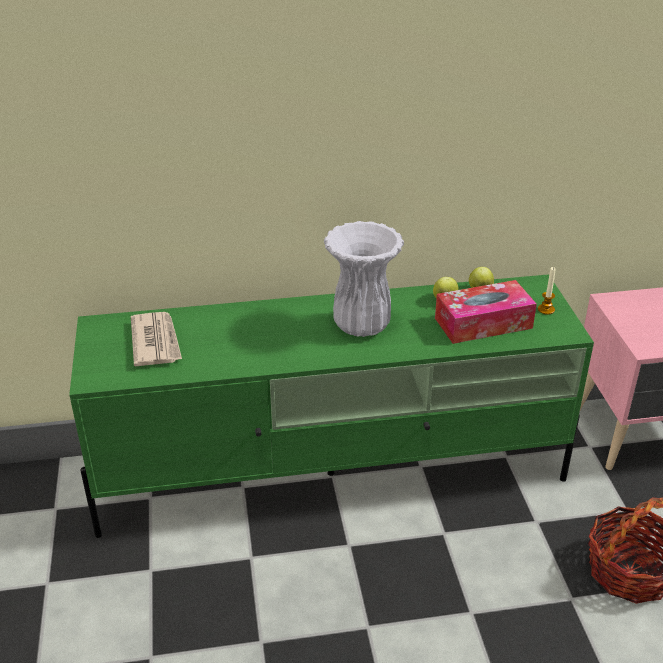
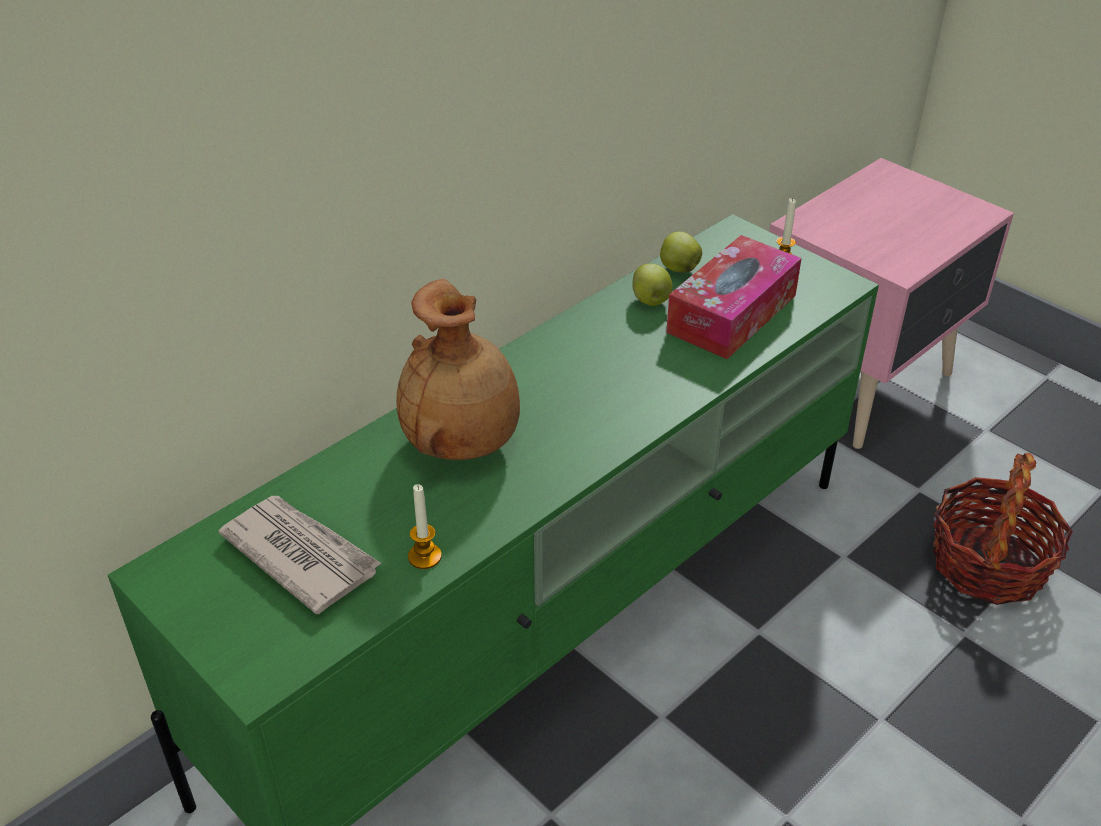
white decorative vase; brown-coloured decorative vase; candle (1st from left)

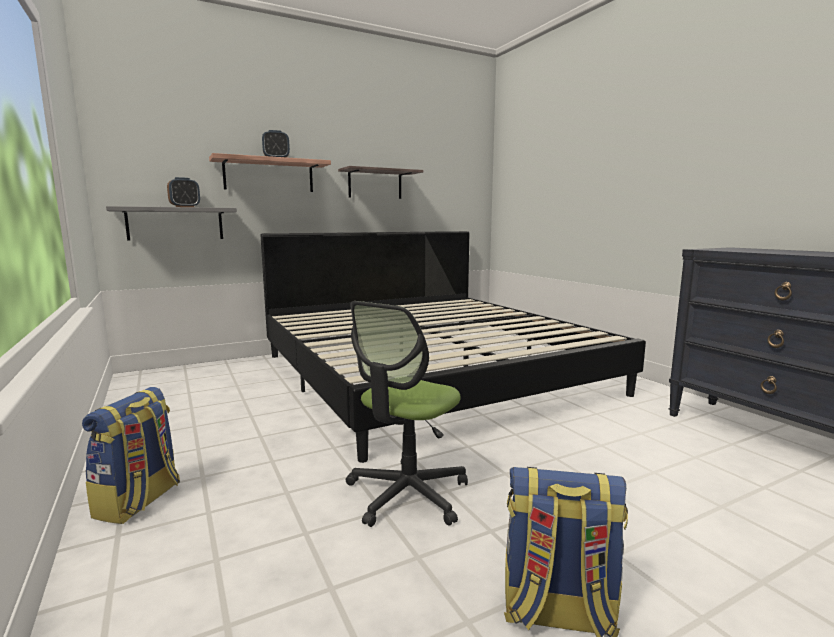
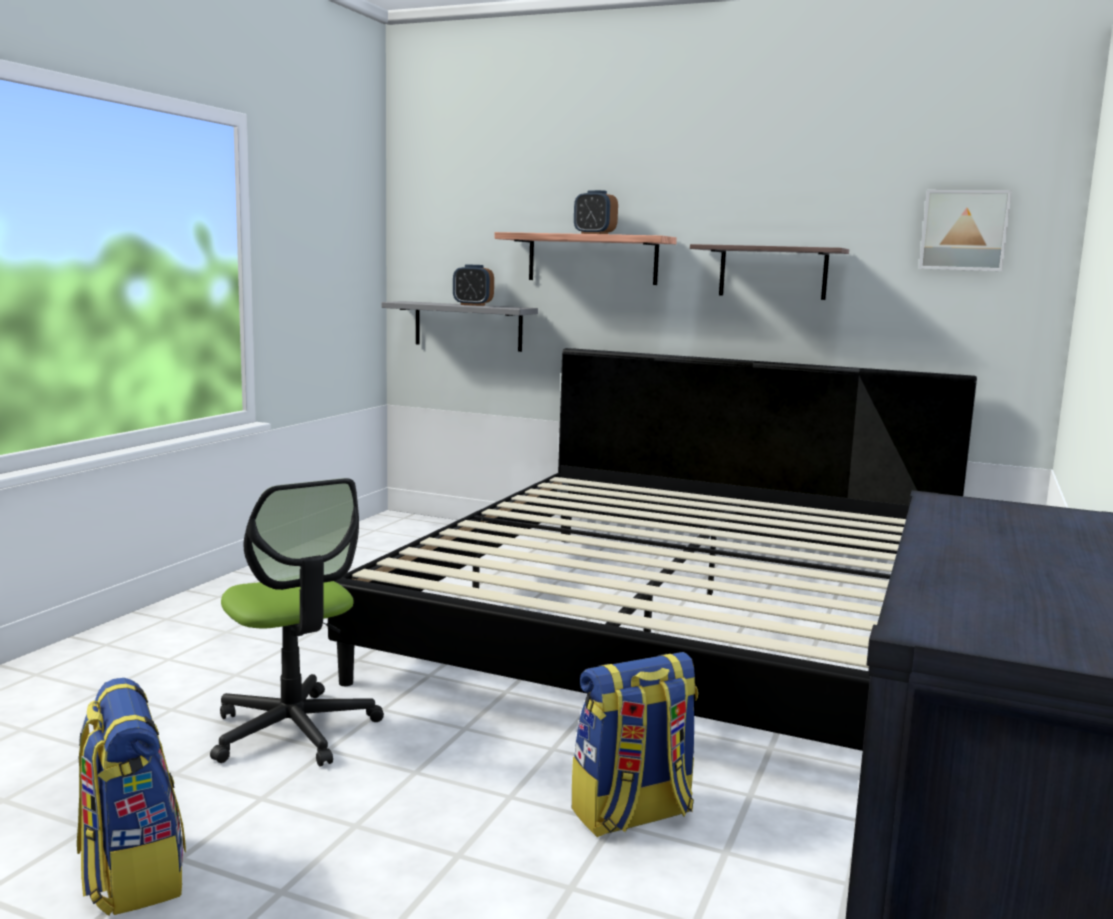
knapsack (2nd from left); computer chair; picture

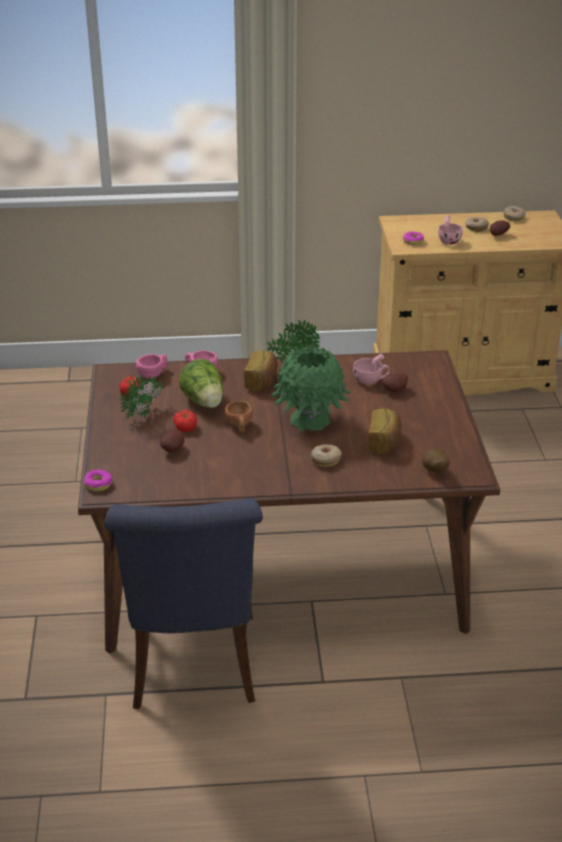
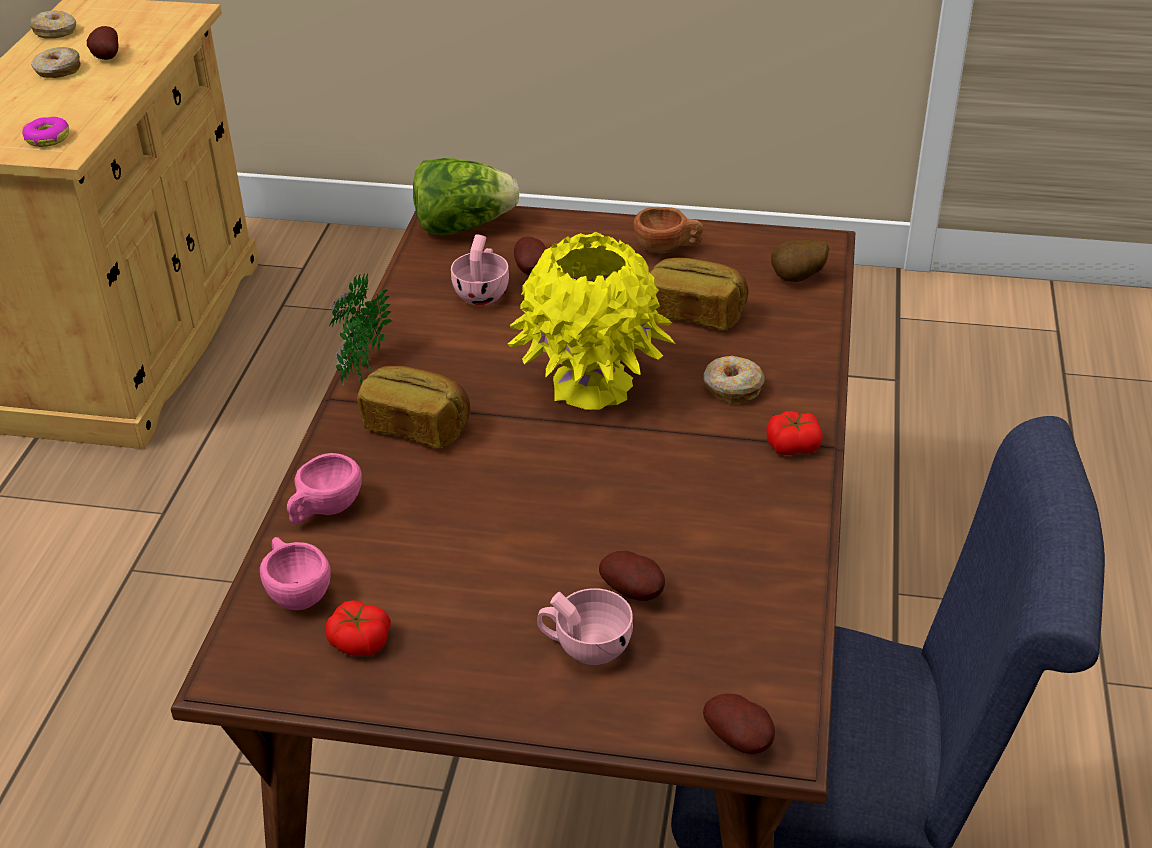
spud (4th from left); potted plant (1st from left in the first image); tomato (2nd from left); lettuce; brown-coloured cup; yellow-coloured decorative vase; pink cup (4th from left)

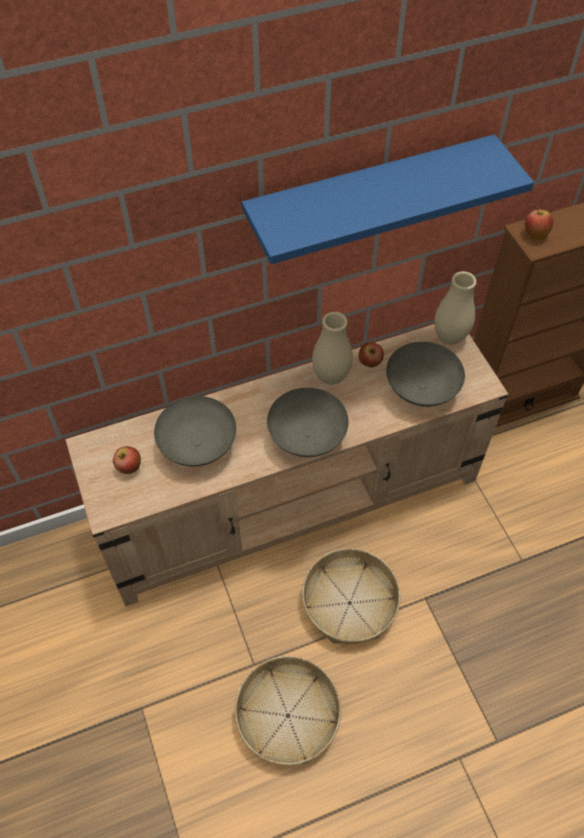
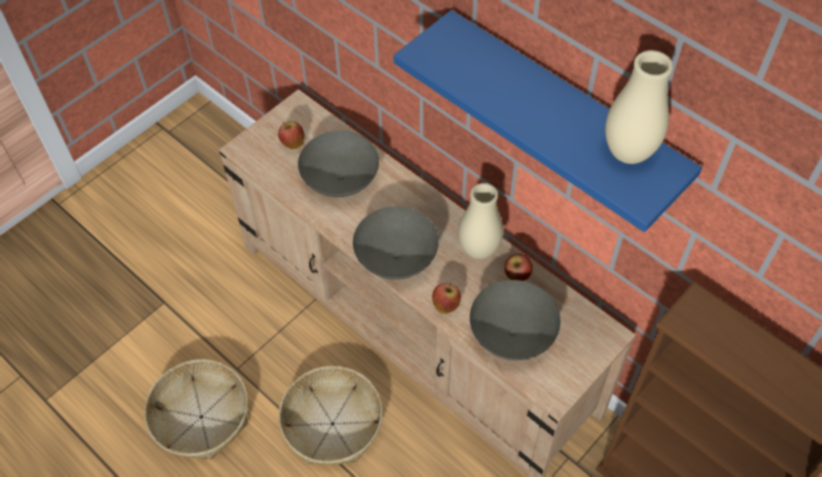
sand-coloured decorative vase (2nd from left); apple fruit (2nd from left)

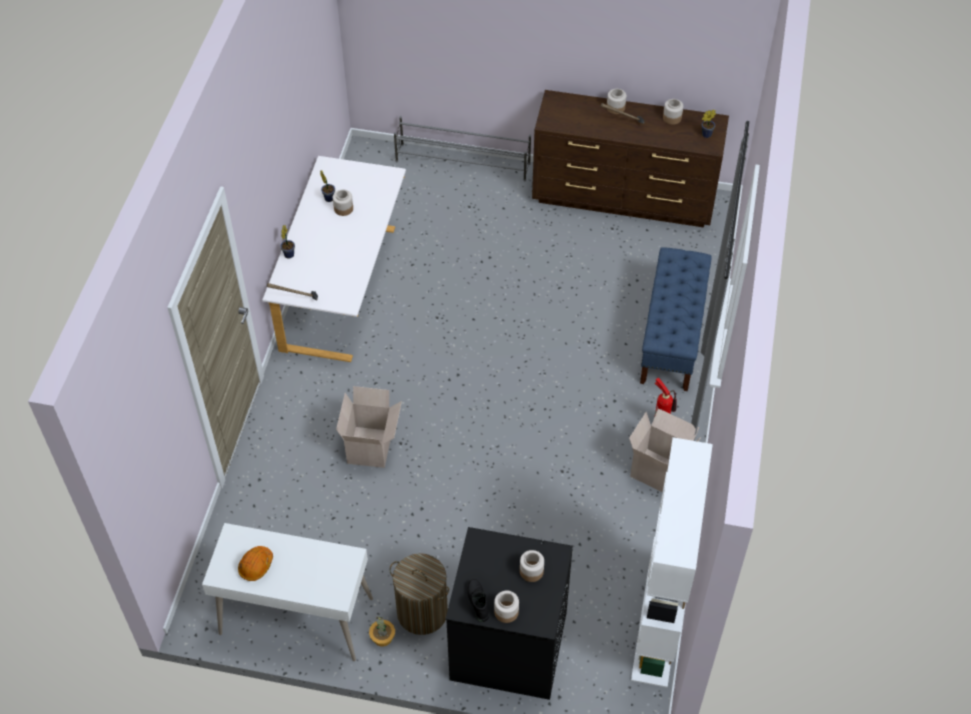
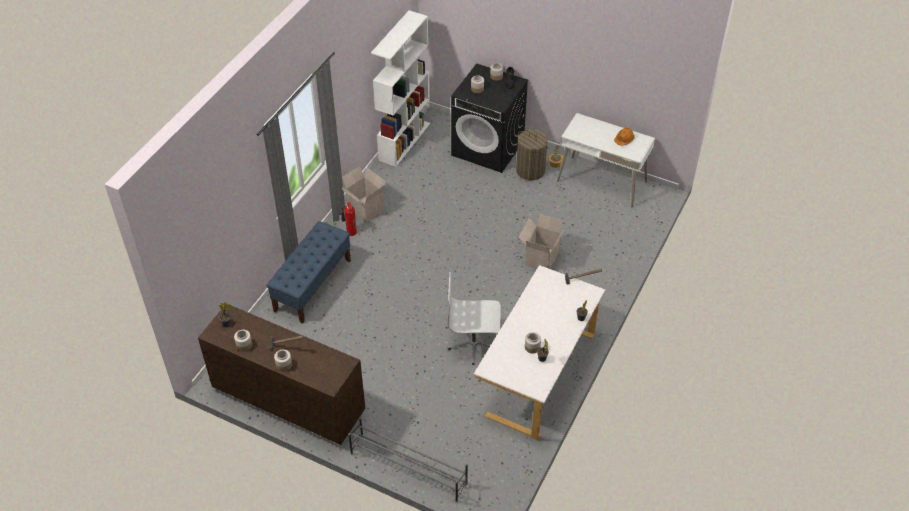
white computer chair

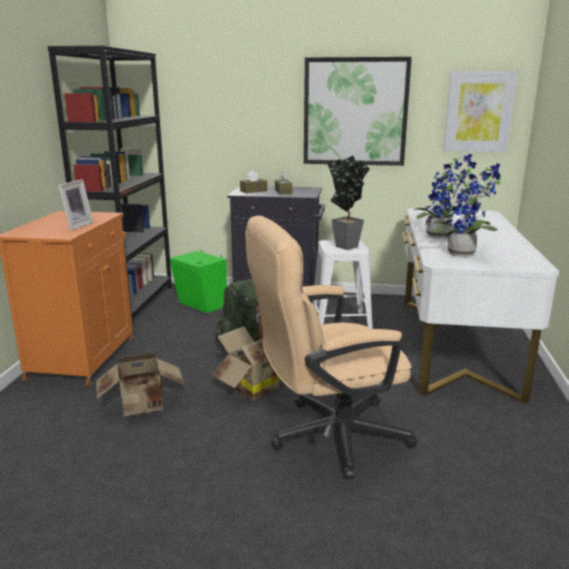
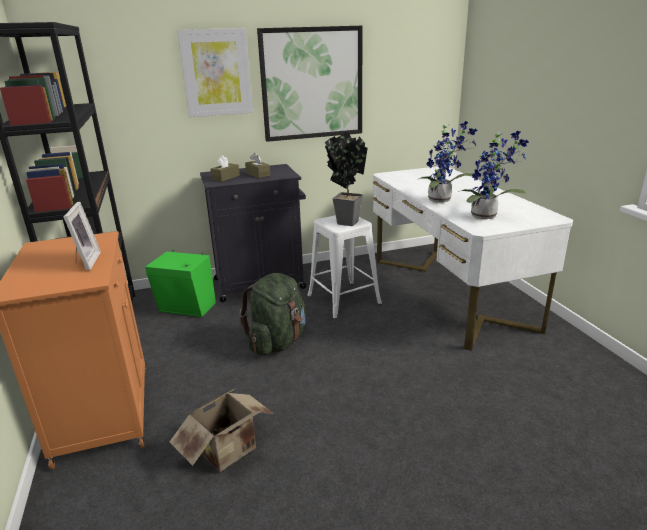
carton (2nd from left in the first image); sand-coloured computer chair; picture (1st from left)

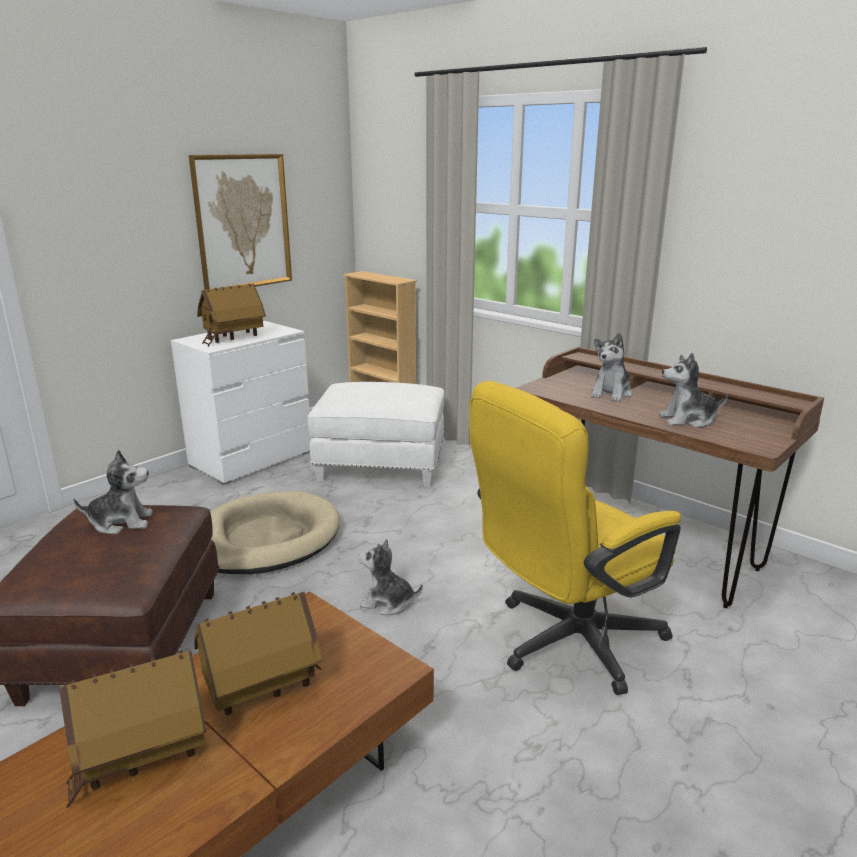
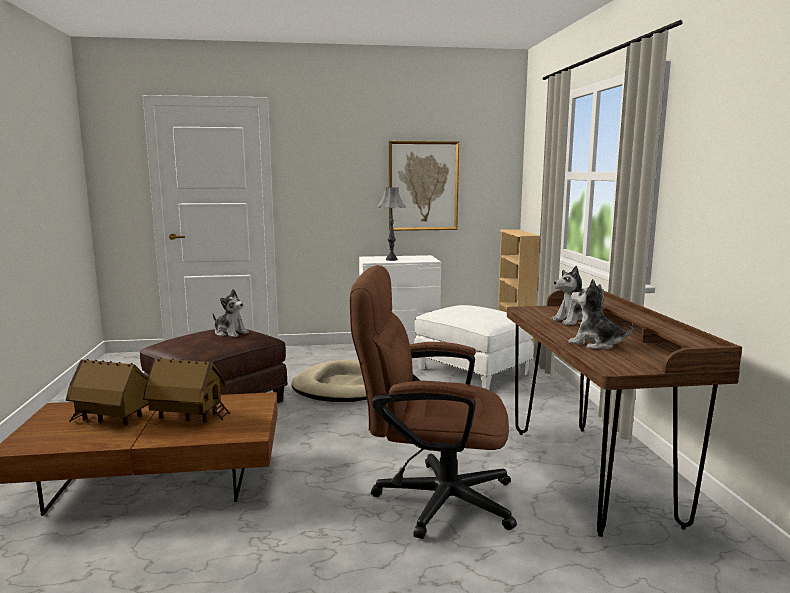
greyish table lamp; plush toy (2nd from left in the first image); brown-coloured computer chair

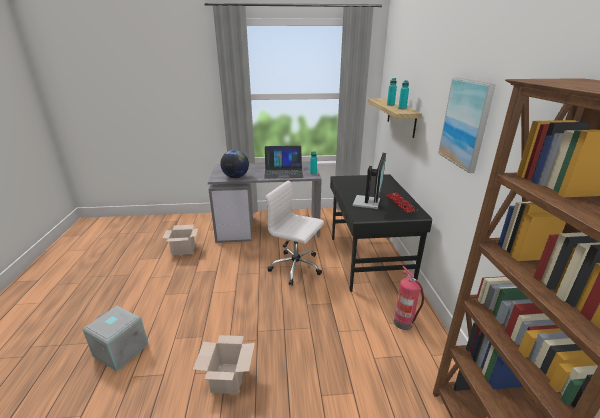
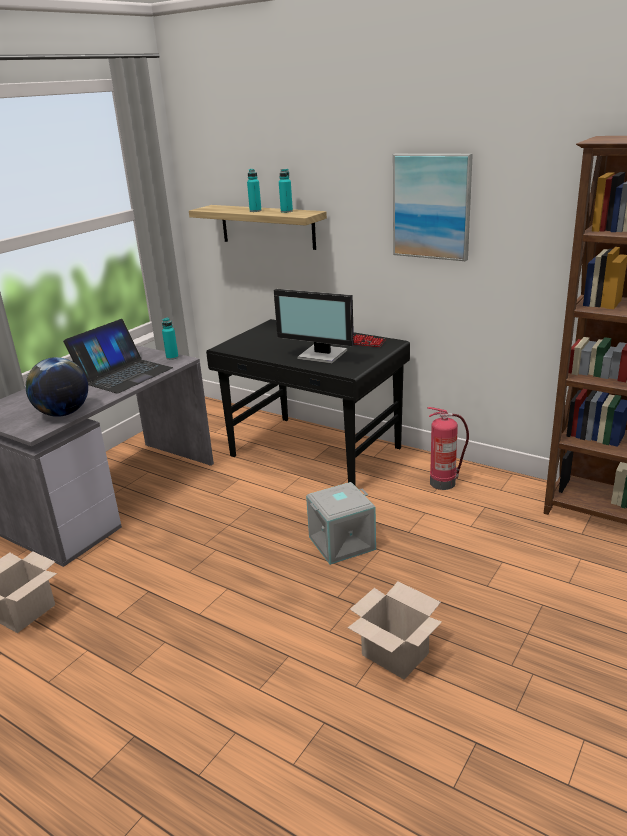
greyish storage container; white computer chair; computer screen

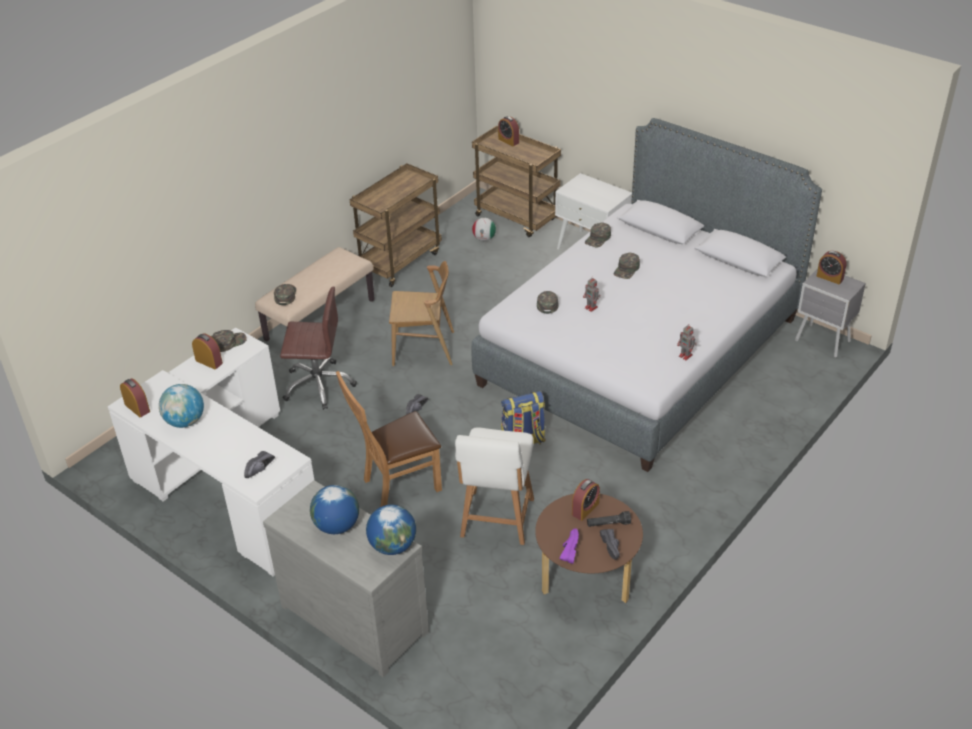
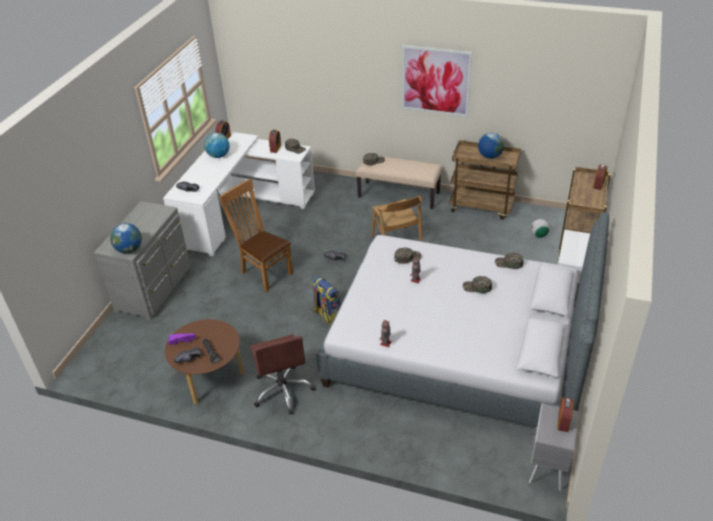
brown-coloured computer chair; desk globe (3rd from left); white plain chair; table clock (4th from left in the first image); picture

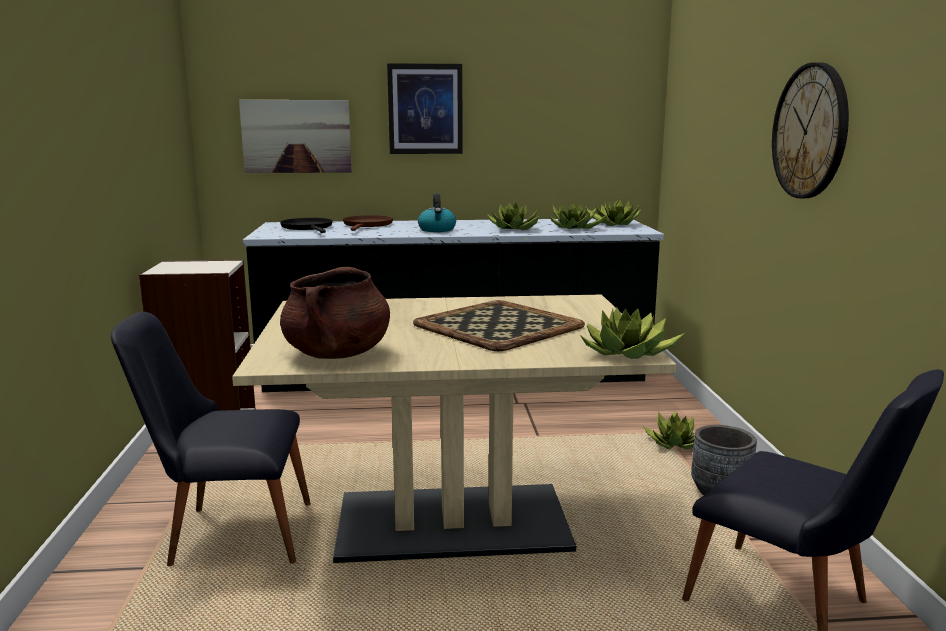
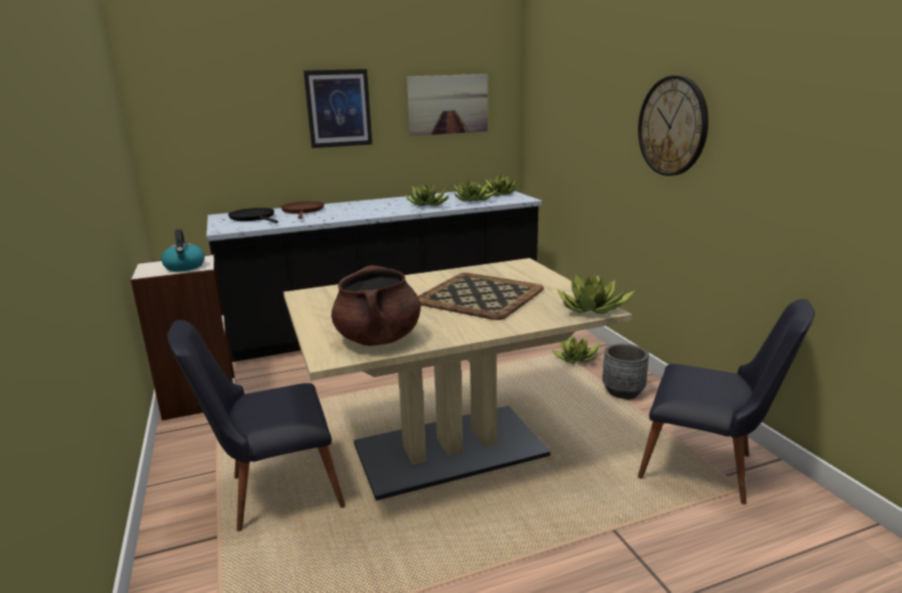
picture (2nd from left); kettle

